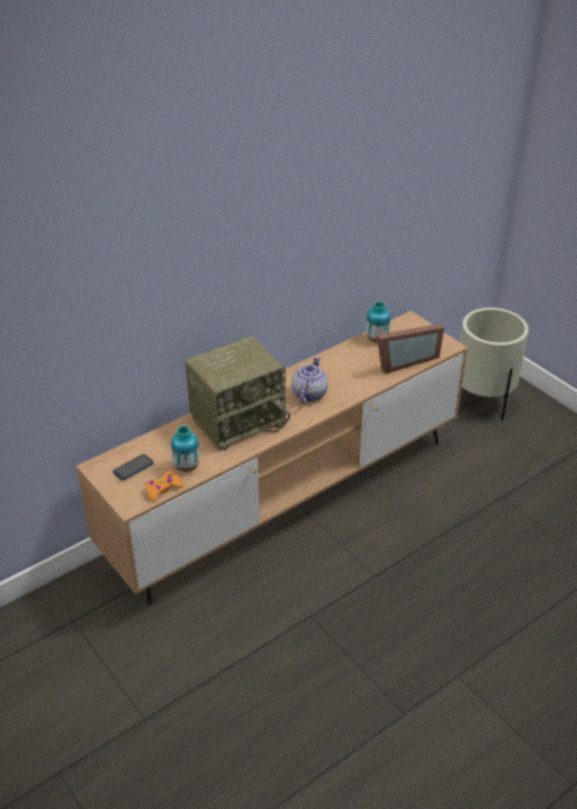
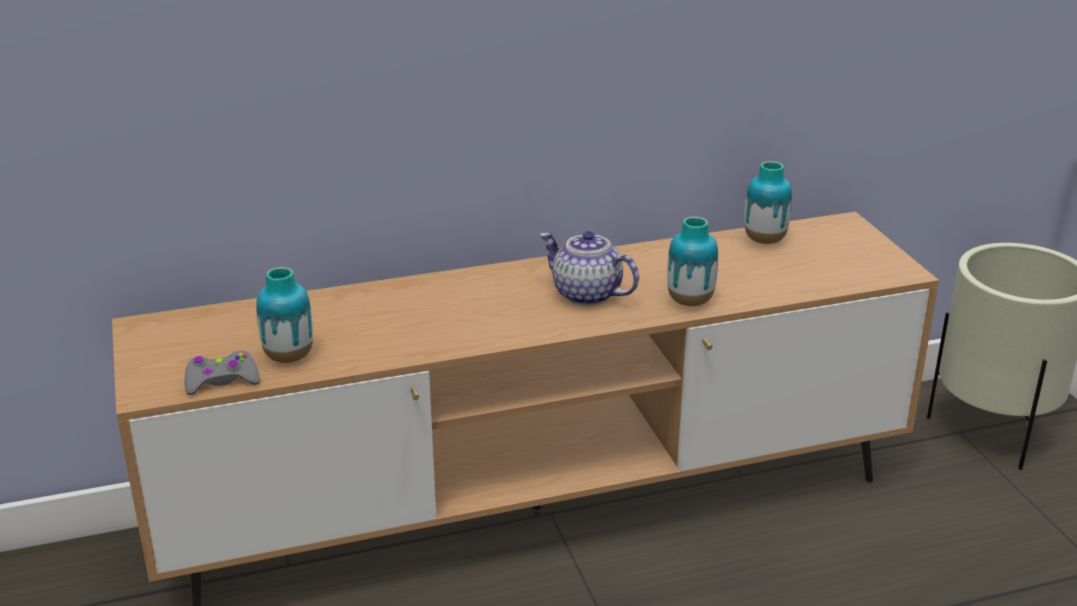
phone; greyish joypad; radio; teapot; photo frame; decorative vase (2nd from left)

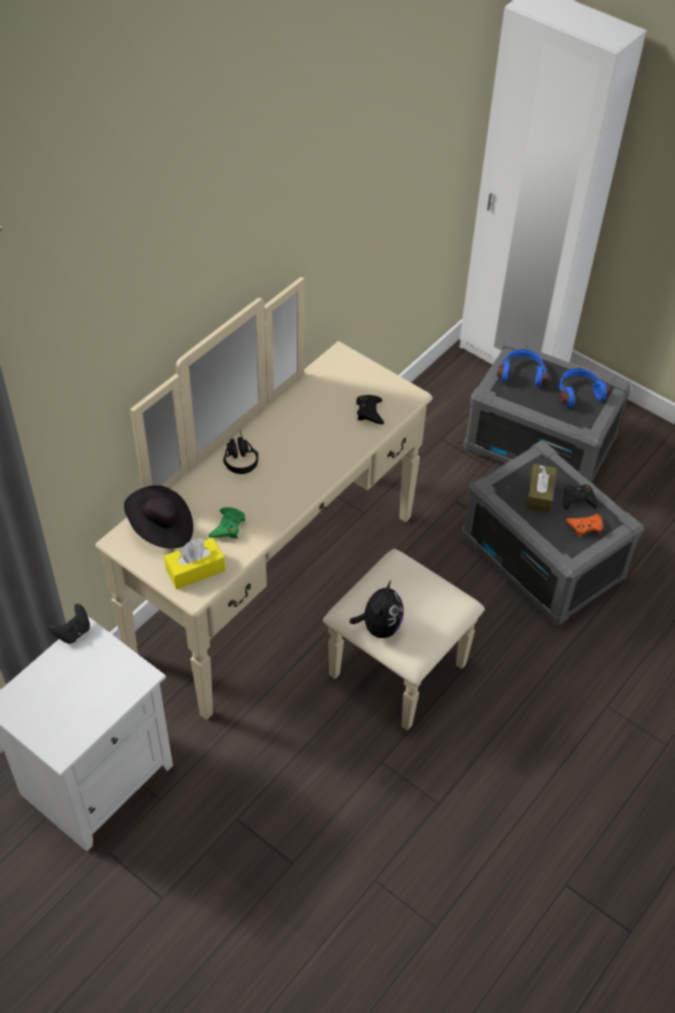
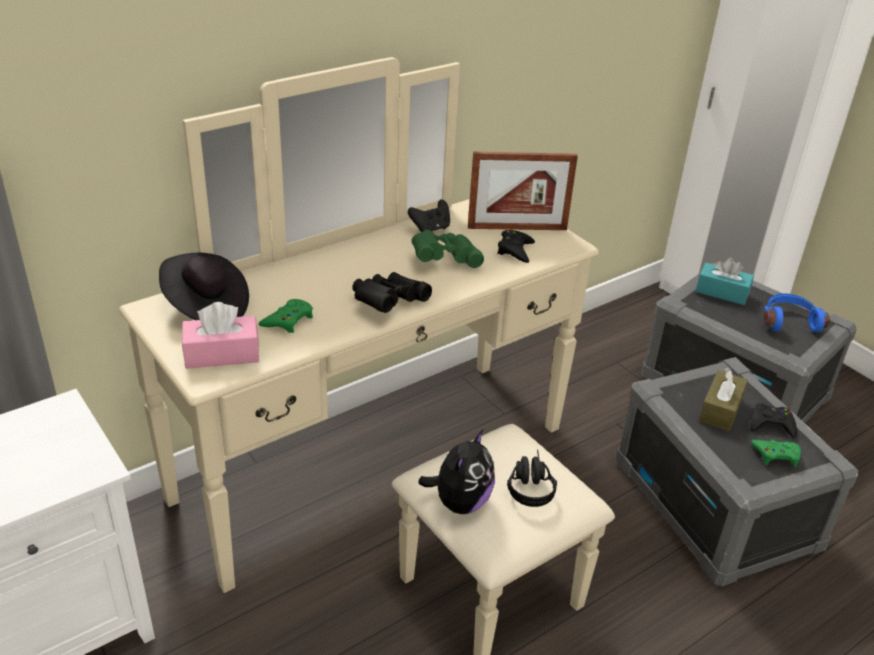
blackish joypad (1st from left); pink box of tissues; blackish pair of headphones; turquoise-coloured box of tissues; green-coloured joypad (2nd from left); blackish binoculars; green-coloured binoculars; photo frame

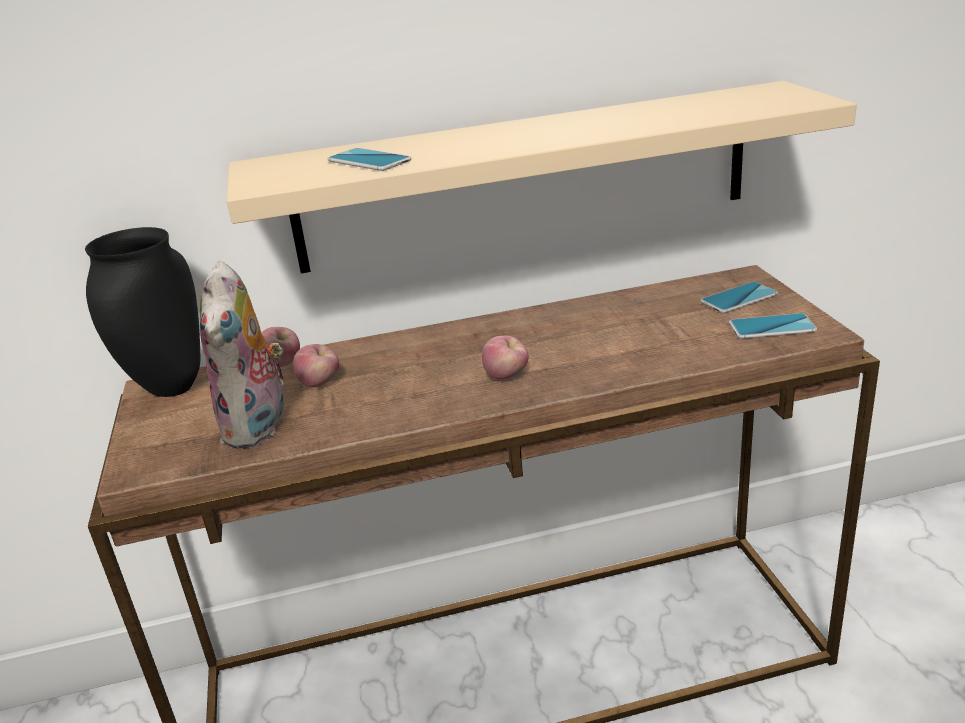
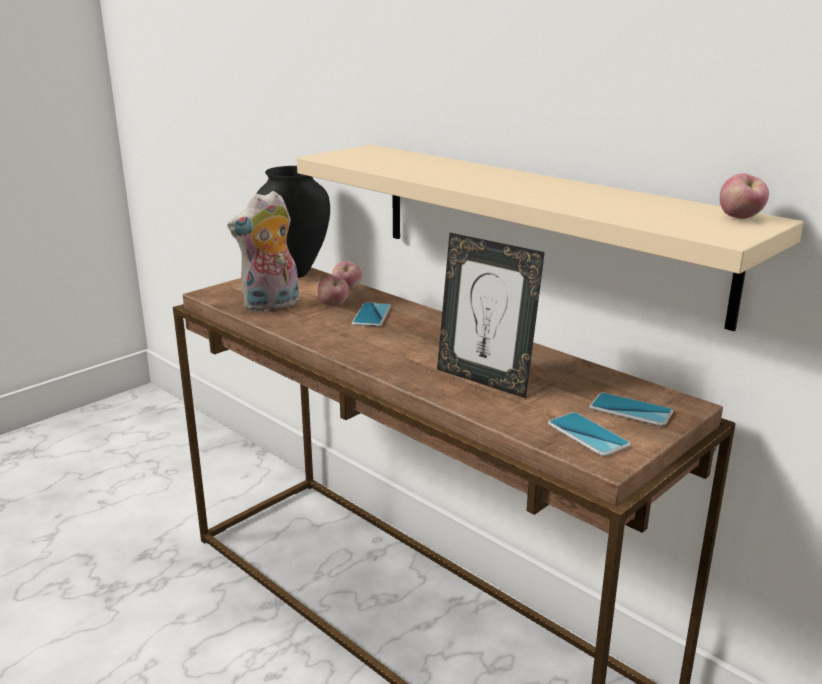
phone (1st from left); apple fruit (3rd from left); photo frame

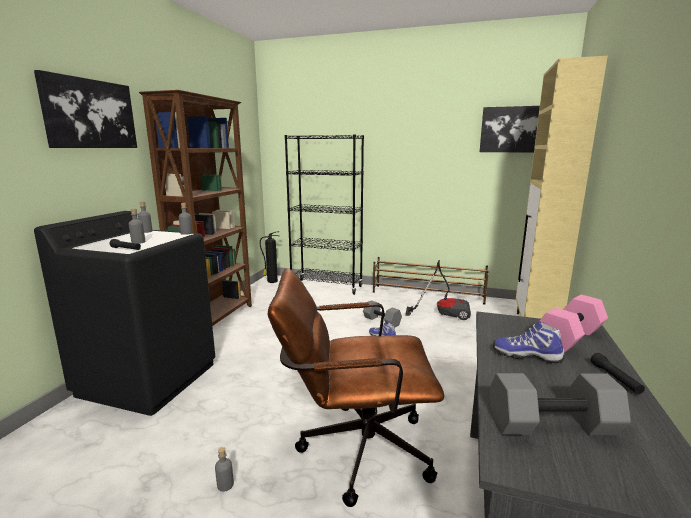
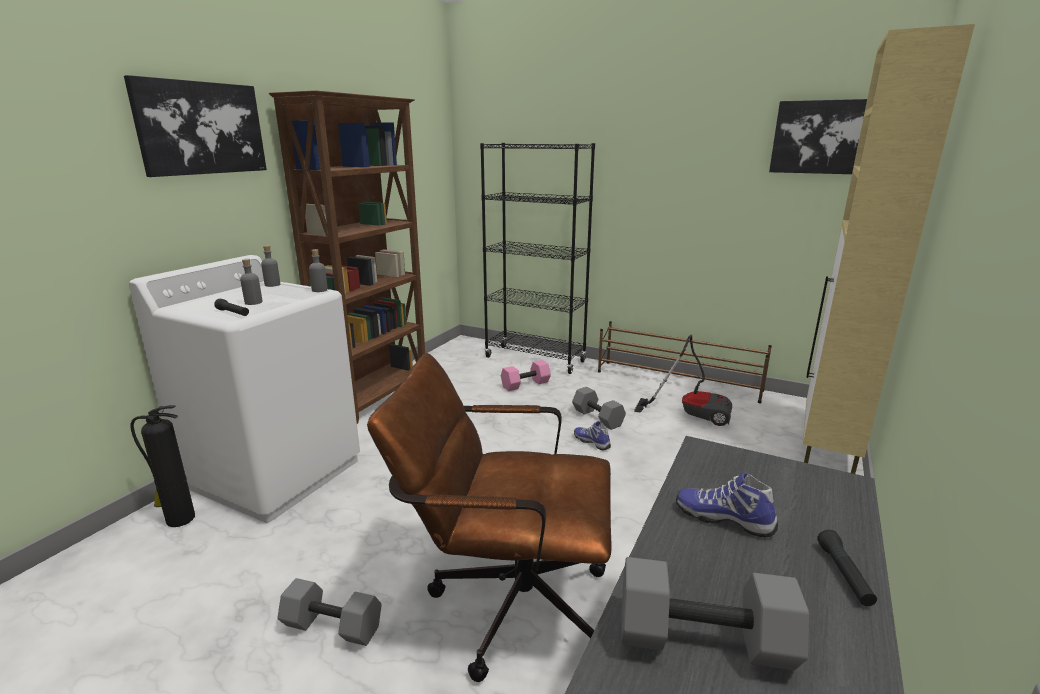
white washing machine; greyish hand weight (1st from left); fire extinguisher; pink hand weight

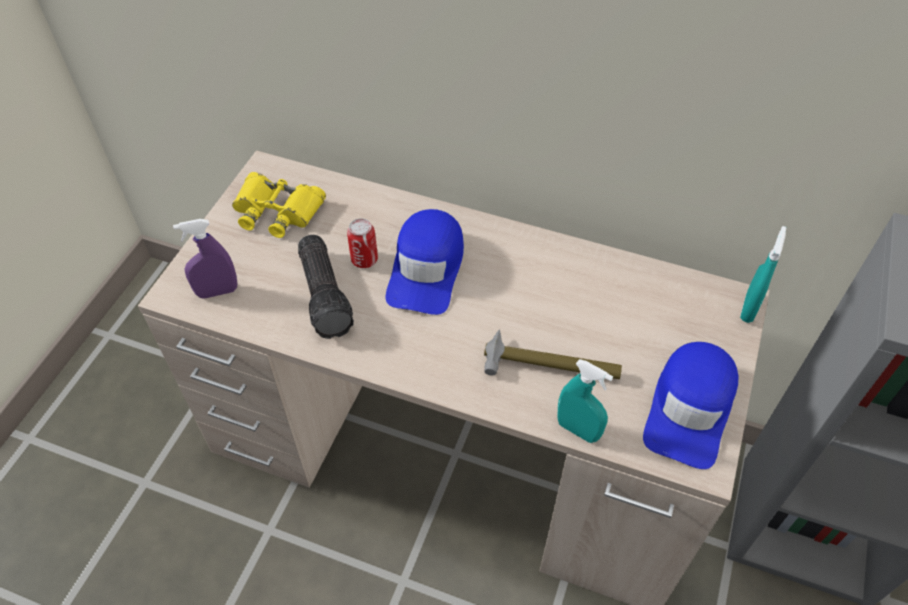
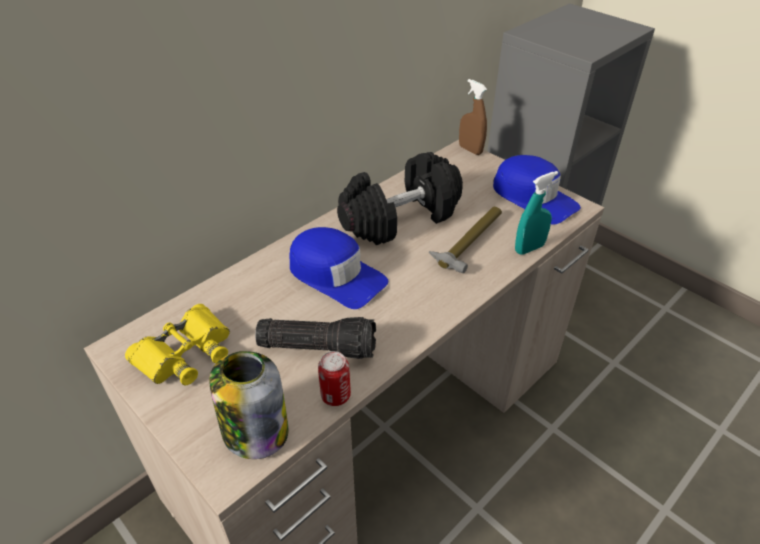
preserve jar; can; brown-coloured spray bottle; blackish hand weight

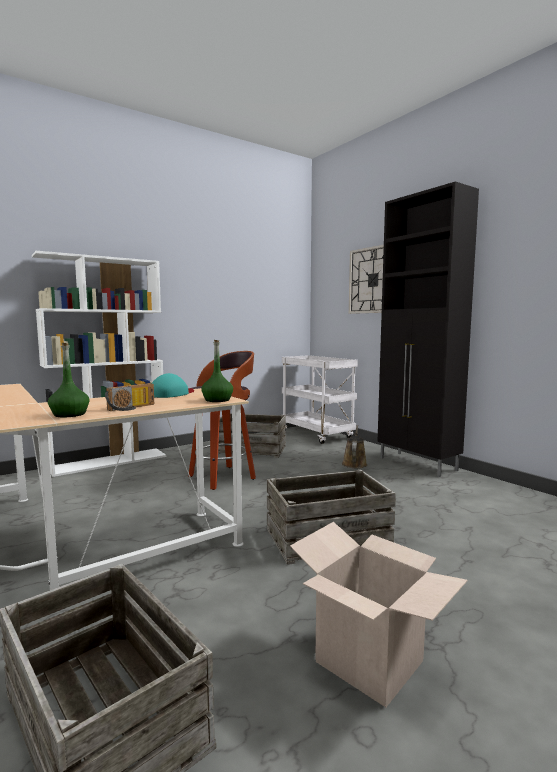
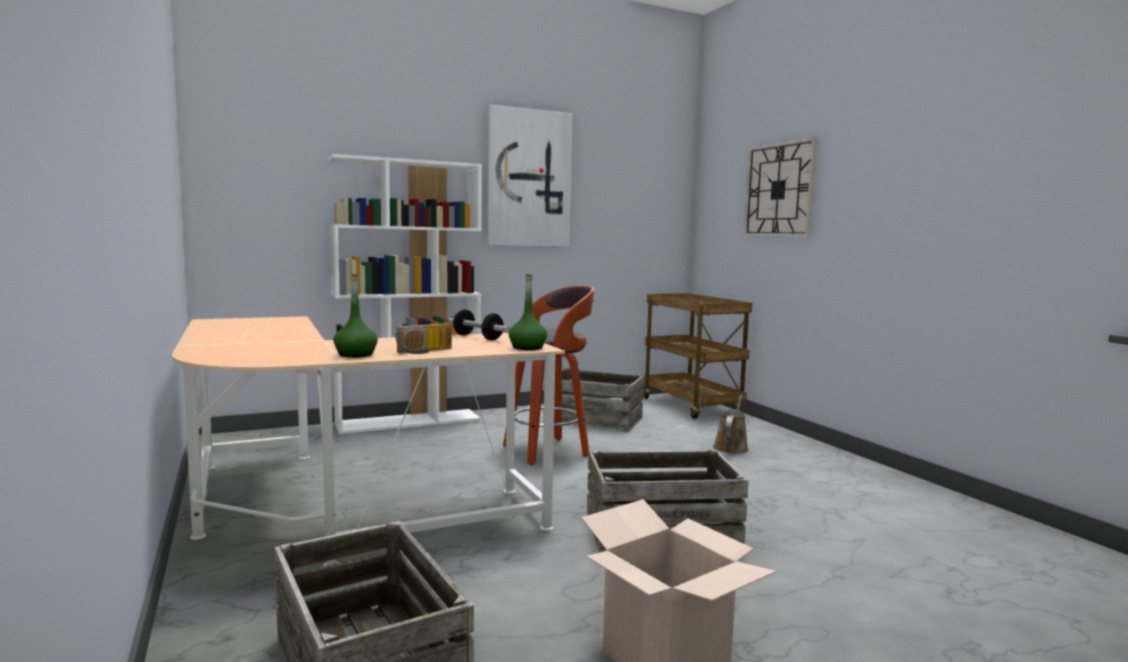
hand weight; brown-coloured trolley; blackish cupboard; picture

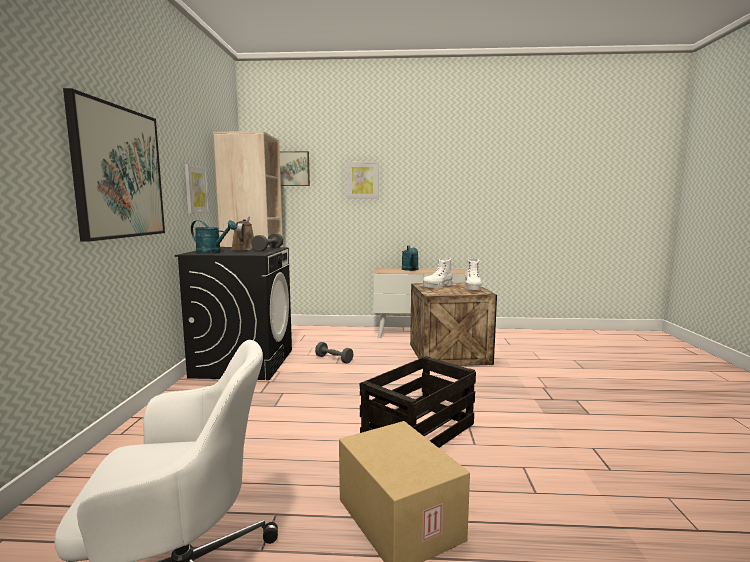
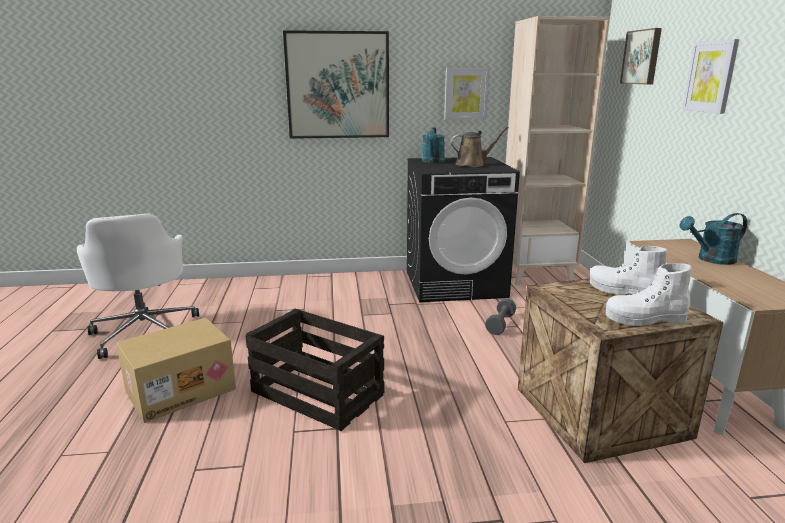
greyish hand weight (1st from left in the first image)

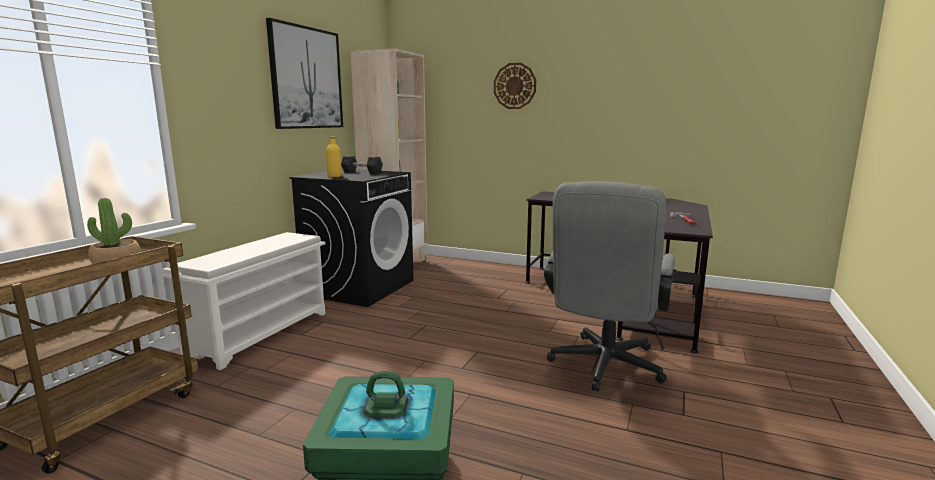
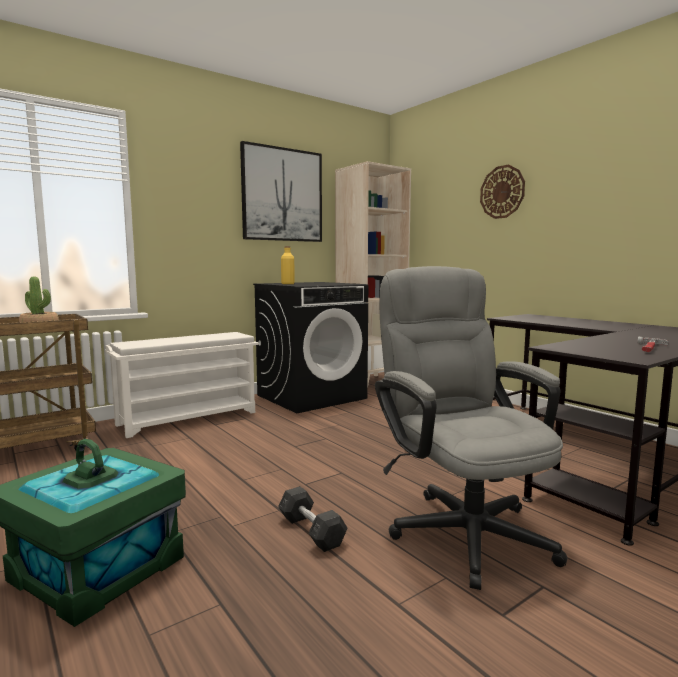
greyish hand weight; greyish computer chair

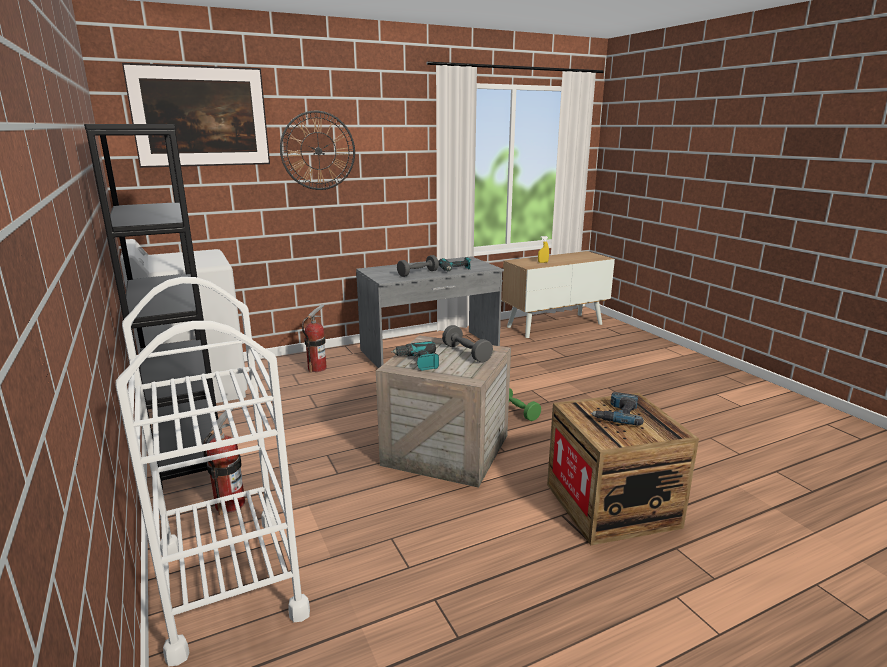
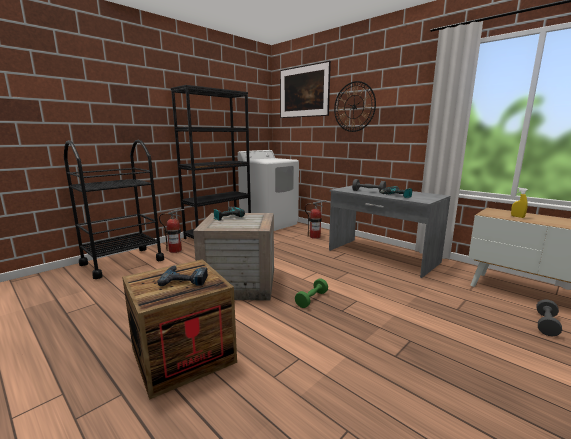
blackish trolley; greyish hand weight (2nd from left)

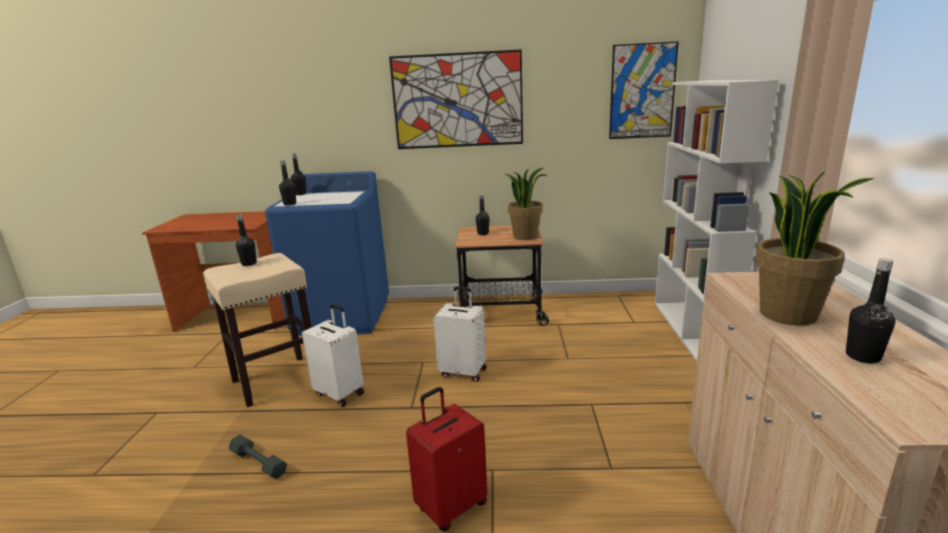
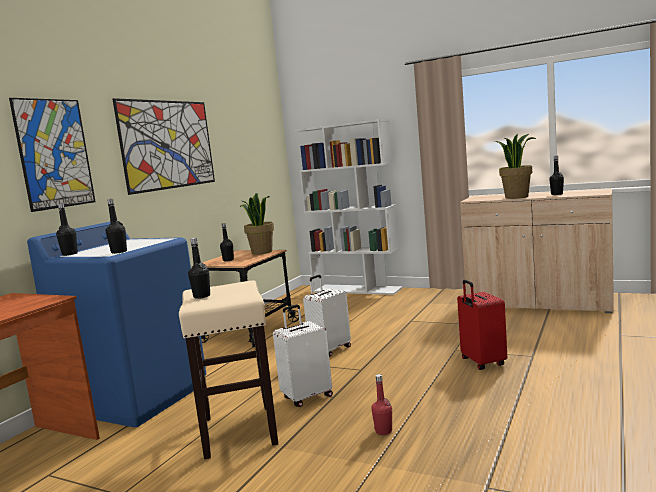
red-coloured drink bottle; picture (1st from left)

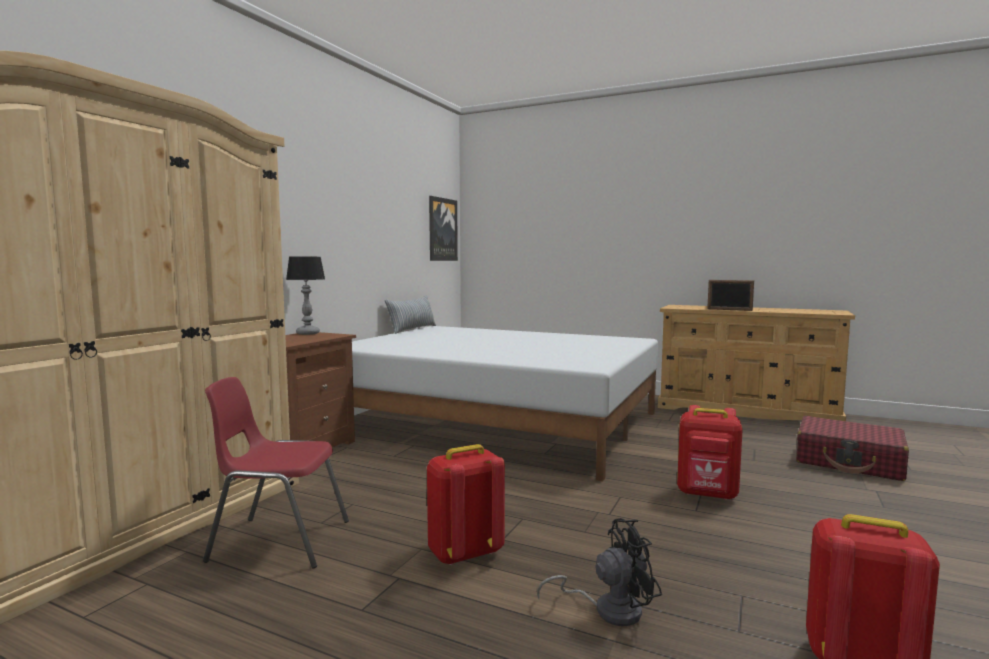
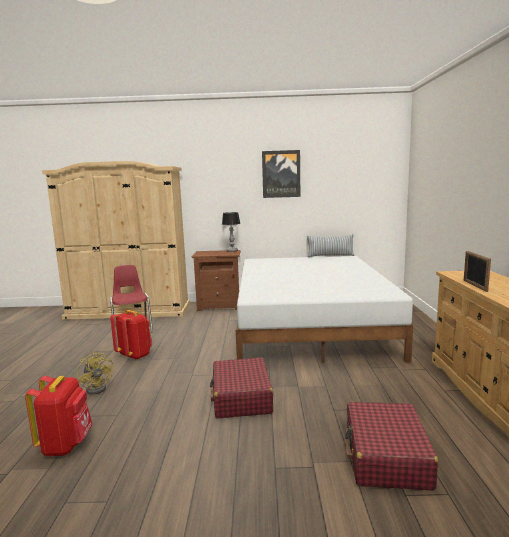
picture; yellow-coloured cooling fan; red-coloured suitcase (1st from left)

